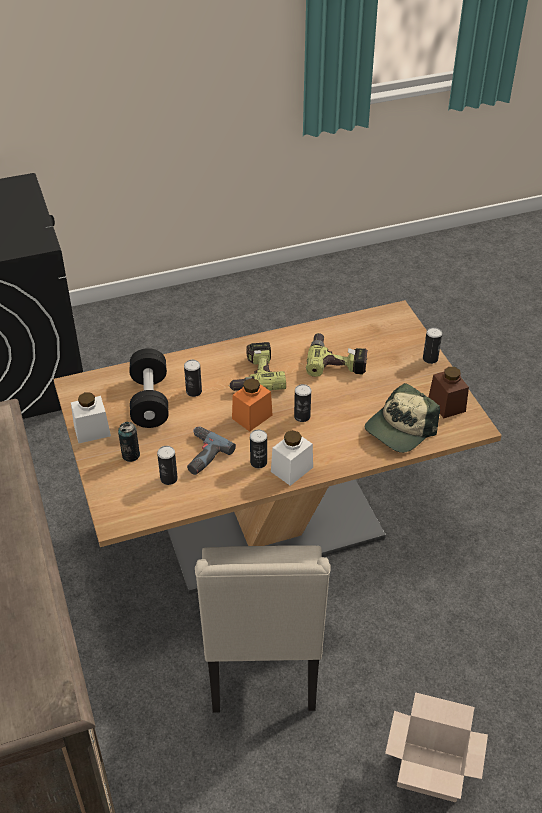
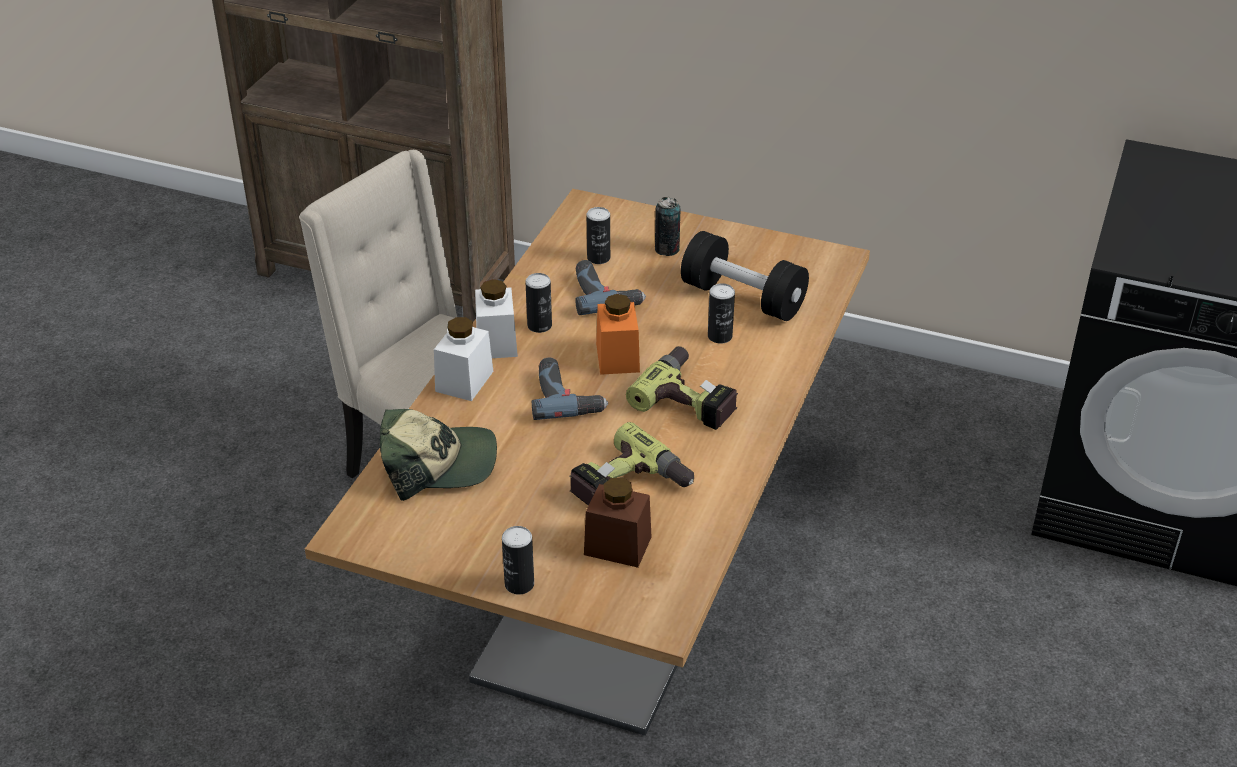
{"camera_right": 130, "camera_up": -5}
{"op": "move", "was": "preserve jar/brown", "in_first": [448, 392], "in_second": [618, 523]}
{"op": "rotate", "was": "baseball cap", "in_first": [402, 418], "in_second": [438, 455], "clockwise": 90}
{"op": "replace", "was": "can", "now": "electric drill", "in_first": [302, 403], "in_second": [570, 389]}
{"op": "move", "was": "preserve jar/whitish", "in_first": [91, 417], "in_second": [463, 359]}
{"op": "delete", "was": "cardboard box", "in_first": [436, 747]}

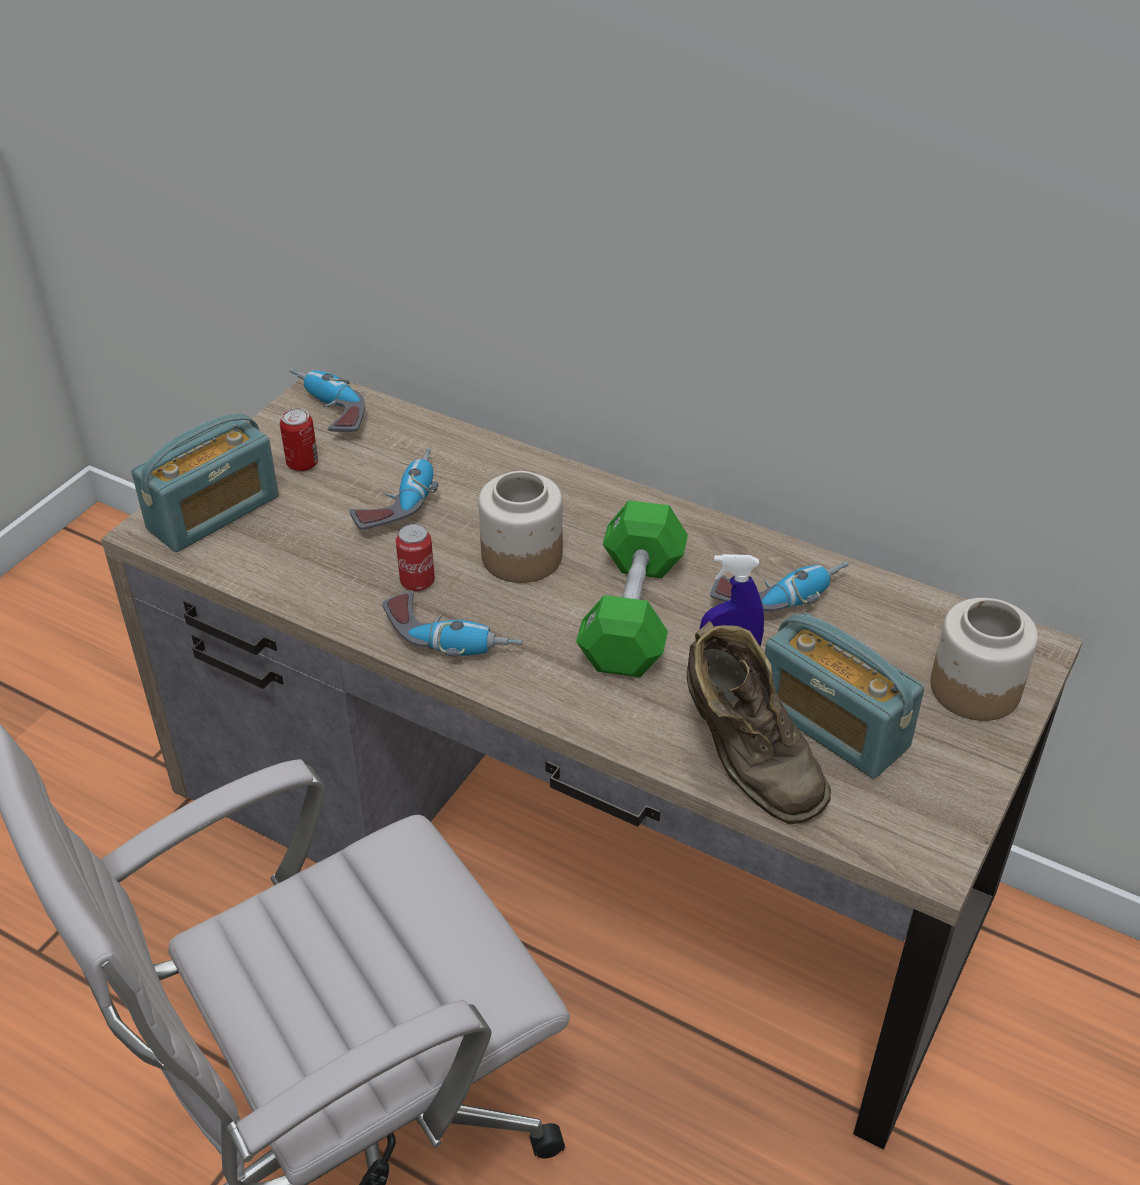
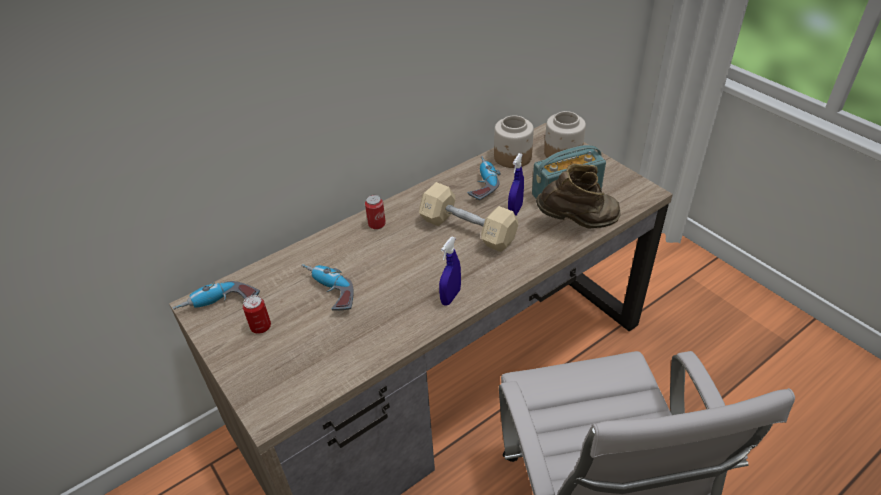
{"camera_right": -65, "camera_up": 0}
{"op": "delete", "was": "radio", "in_first": [205, 483]}
{"op": "move", "was": "preserve jar", "in_first": [520, 527], "in_second": [514, 141]}
{"op": "recolor", "was": "free weight/greenish", "now": "free weight/beige", "in_first": [632, 588], "in_second": [468, 217]}
{"op": "move", "was": "can", "in_first": [415, 557], "in_second": [375, 212]}
{"op": "replace", "was": "electric drill", "now": "sprayer/blue", "in_first": [452, 624], "in_second": [450, 271]}

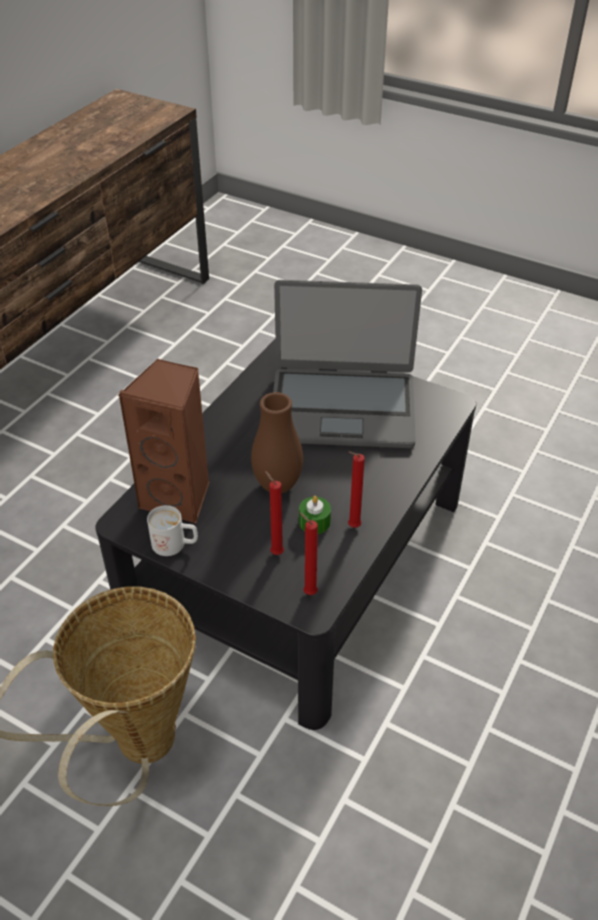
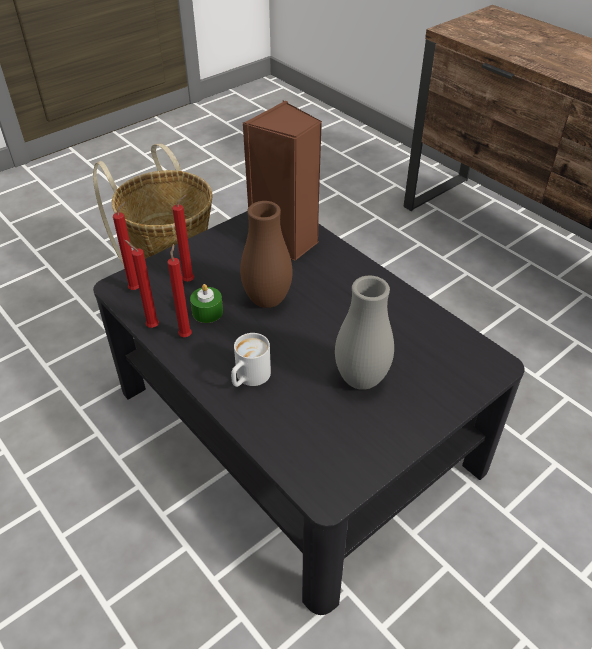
{"camera_right": 110, "camera_up": 0}
{"op": "replace", "was": "portable computer", "now": "flower vase/gray", "in_first": [347, 364], "in_second": [364, 333]}
{"op": "move", "was": "tea mug/whitish", "in_first": [172, 530], "in_second": [251, 360]}
{"op": "insert", "now": "wax candle/red", "in_second": [142, 284]}

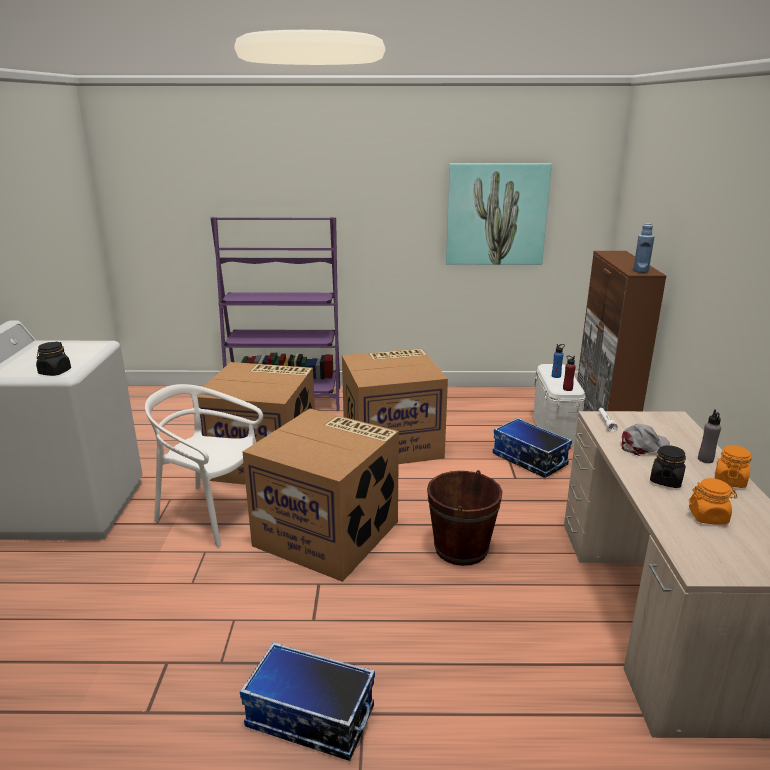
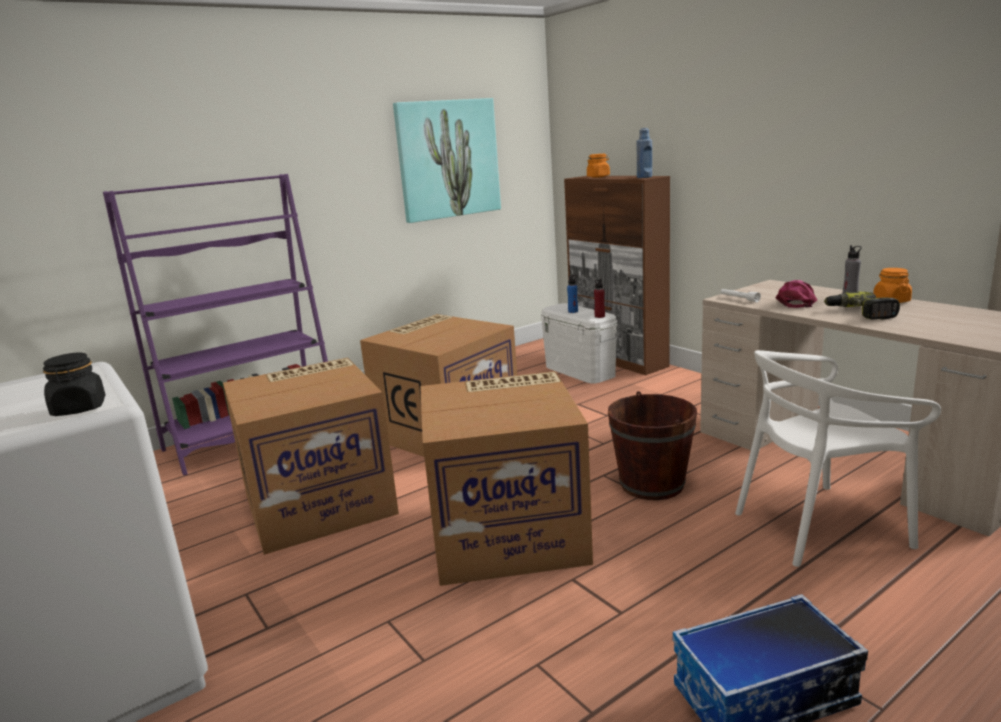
{"camera_right": -35, "camera_up": -5}
{"op": "move", "was": "chair/whitish", "in_first": [204, 465], "in_second": [838, 458]}
{"op": "delete", "was": "storage container", "in_first": [532, 448]}
{"op": "recolor", "was": "baseball cap/gray", "now": "baseball cap/pink", "in_first": [646, 440], "in_second": [796, 294]}
{"op": "replace", "was": "preserve jar/black-coloured", "now": "electric drill", "in_first": [668, 466], "in_second": [862, 305]}
{"op": "move", "was": "preserve jar/orange", "in_first": [713, 501], "in_second": [598, 166]}

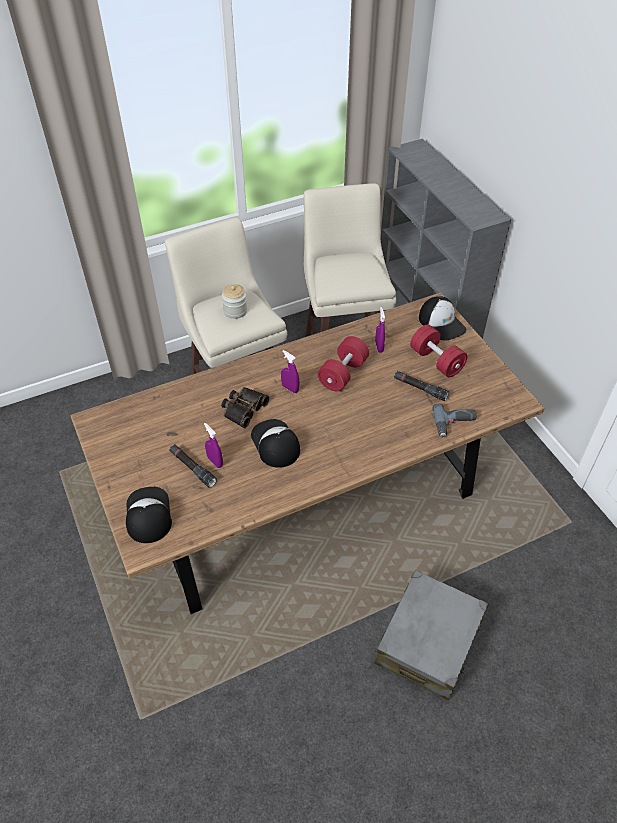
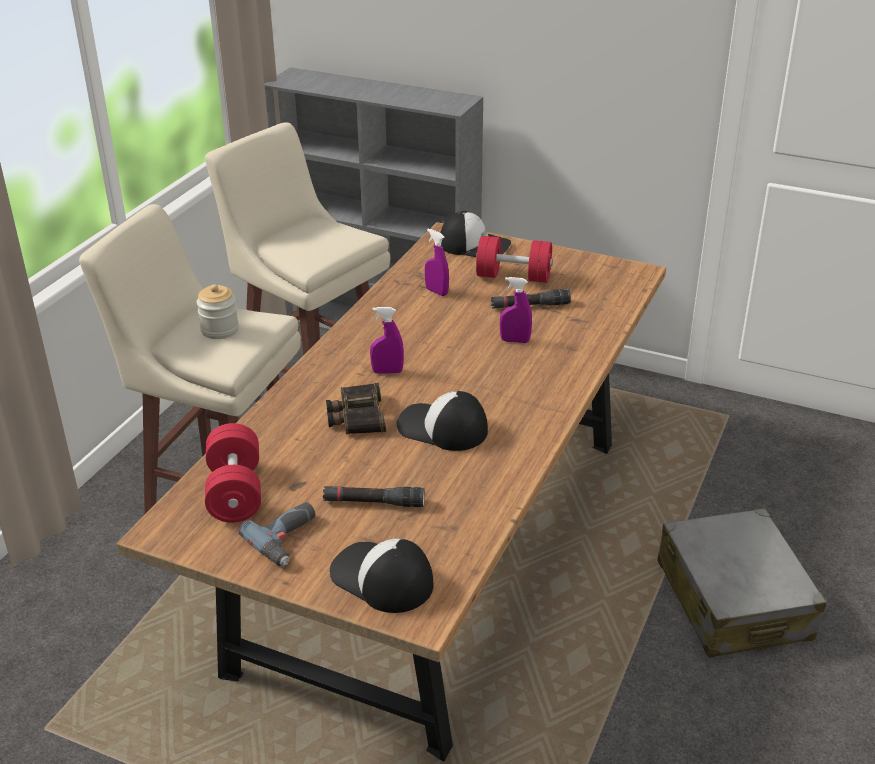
{"camera_right": -40, "camera_up": -15}
{"op": "move", "was": "free weight/red", "in_first": [343, 364], "in_second": [233, 473]}
{"op": "move", "was": "electric drill", "in_first": [455, 421], "in_second": [277, 534]}
{"op": "move", "was": "sprayer/purplish", "in_first": [213, 445], "in_second": [516, 310]}

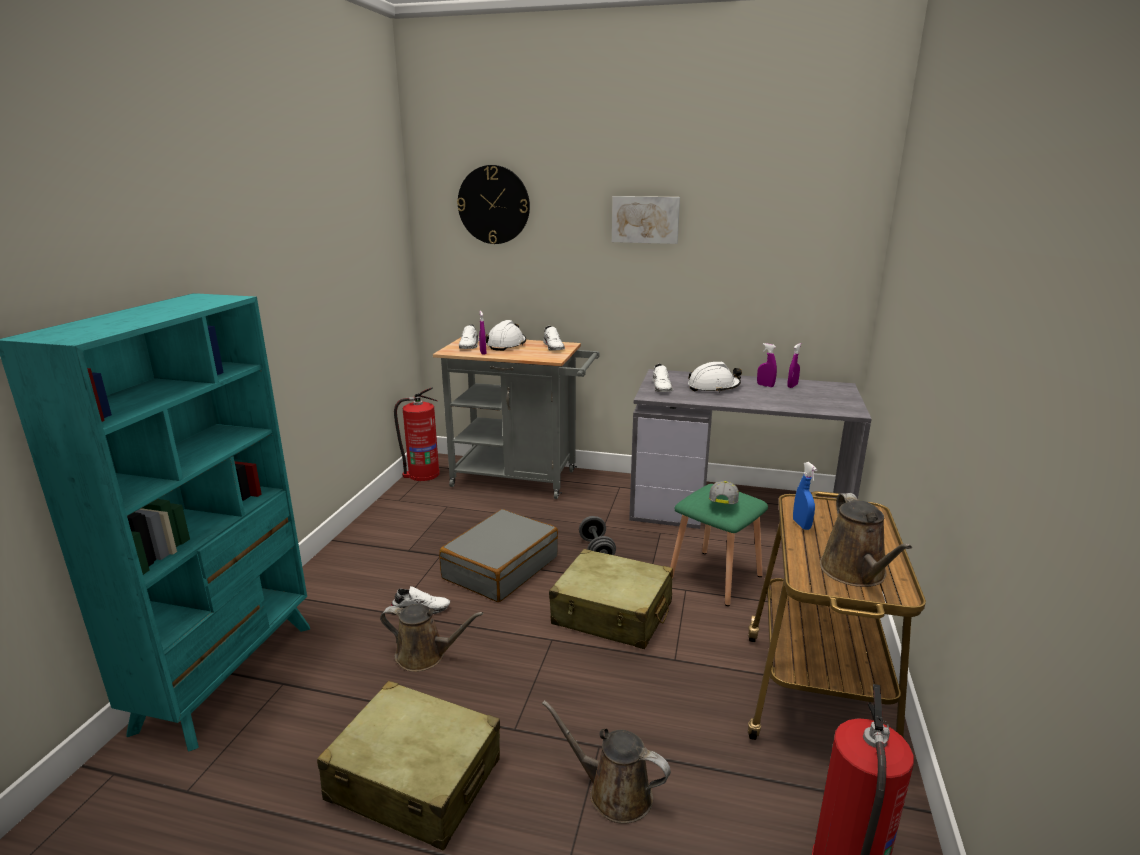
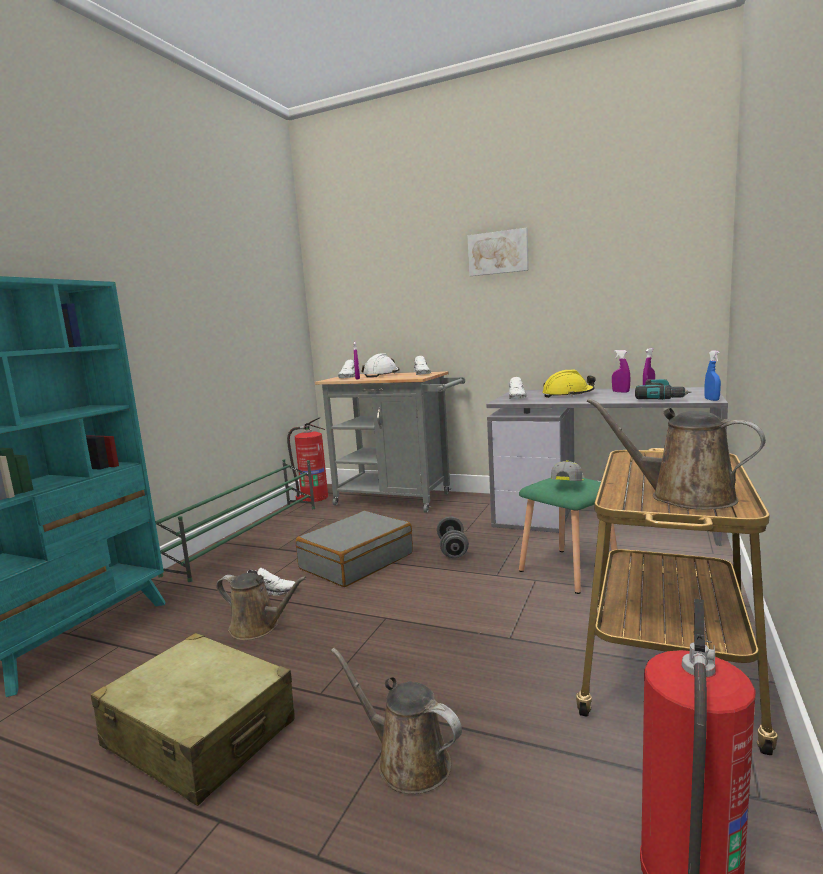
{"camera_right": 10, "camera_up": -10}
{"op": "delete", "was": "wall clock", "in_first": [493, 204]}
{"op": "recolor", "was": "hard hat/whitish", "now": "hard hat/yellowish", "in_first": [715, 377], "in_second": [568, 384]}
{"op": "move", "was": "sprayer/blue", "in_first": [805, 496], "in_second": [712, 376]}
{"op": "rotate", "was": "watering pot/brown", "in_first": [866, 540], "in_second": [676, 454], "clockwise": 120}
{"op": "delete", "was": "suitcase/beige", "in_first": [611, 599]}
{"op": "insert", "now": "electric drill", "in_second": [663, 389]}
{"op": "insert", "now": "shoe stand/greenish", "in_second": [235, 520]}

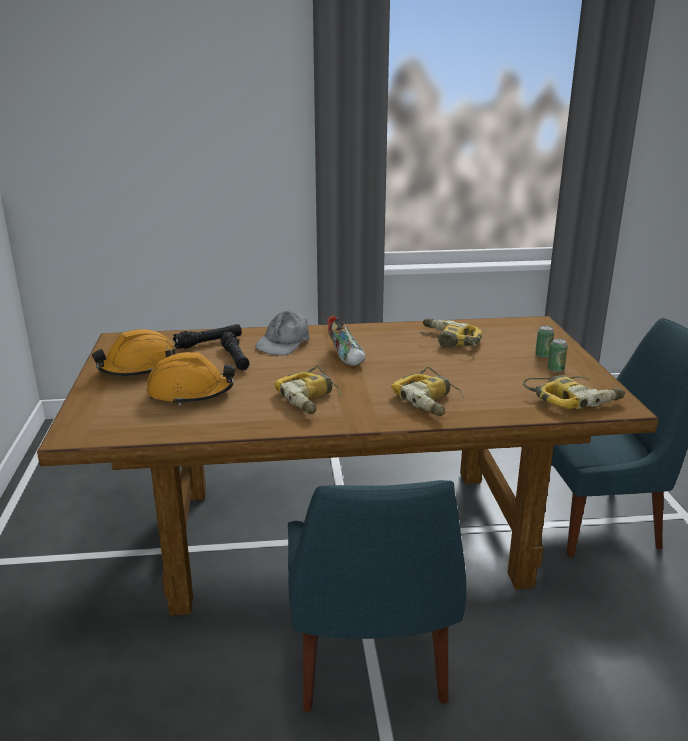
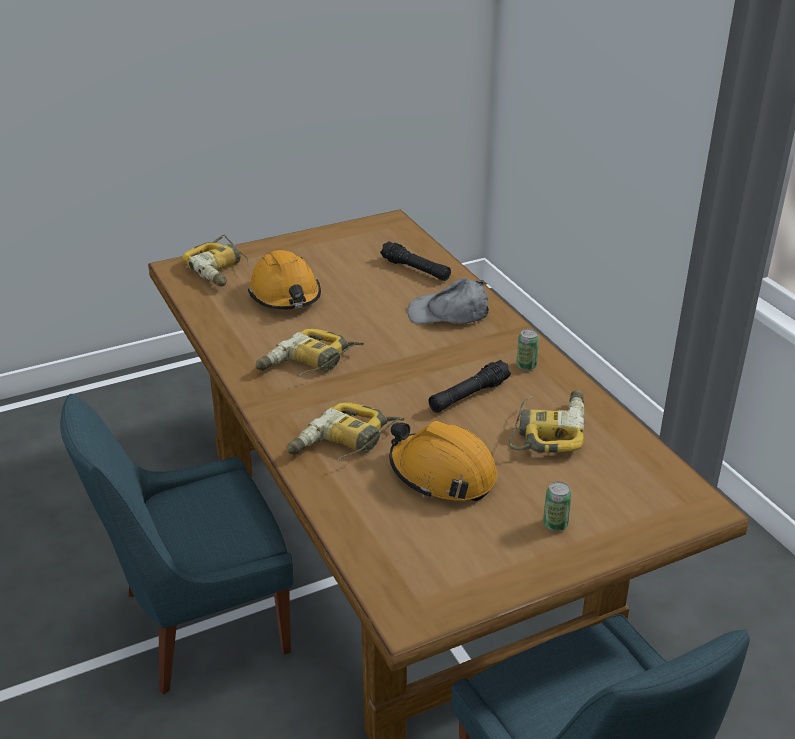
{"camera_right": 70, "camera_up": 10}
{"op": "delete", "was": "item of footwear", "in_first": [346, 341]}
{"op": "move", "was": "hard hat/orange", "in_first": [134, 352], "in_second": [443, 461]}
{"op": "move", "was": "hand torch/black-coloured", "in_first": [234, 351], "in_second": [470, 386]}
{"op": "move", "was": "can", "in_first": [558, 355], "in_second": [527, 349]}
{"op": "move", "was": "electric drill", "in_first": [574, 392], "in_second": [216, 260]}

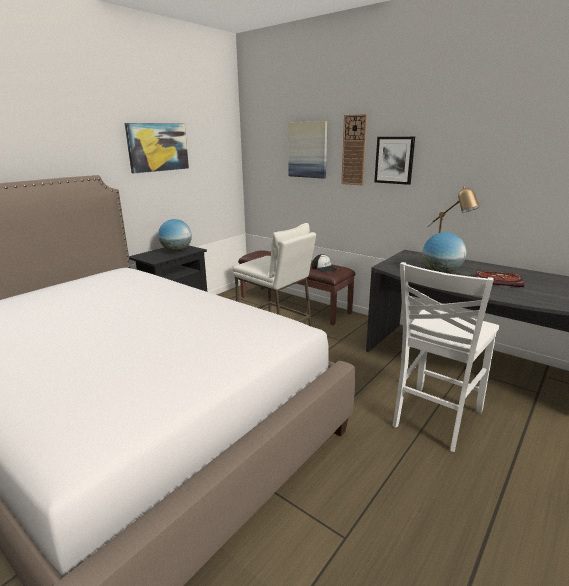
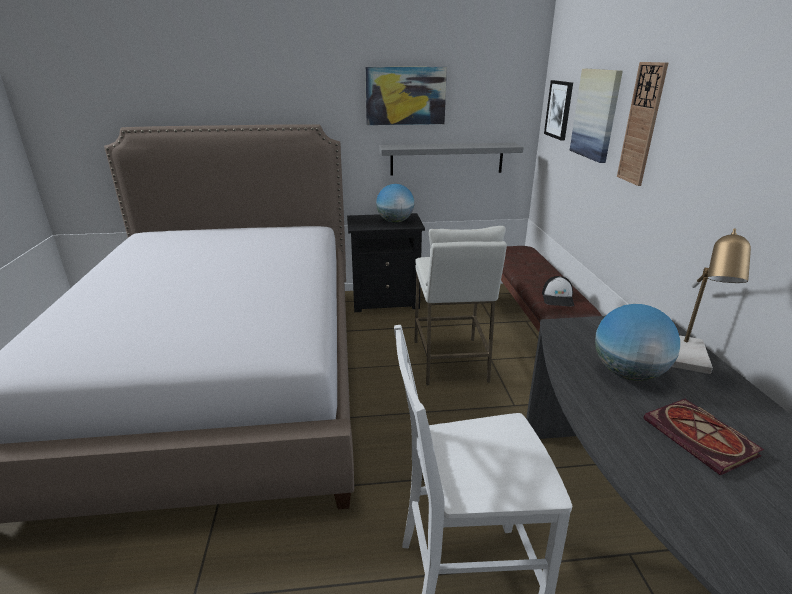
{"camera_right": 45, "camera_up": 5}
{"op": "move", "was": "picture", "in_first": [394, 161], "in_second": [558, 110]}
{"op": "insert", "now": "bracket shelf/gray", "in_second": [451, 159]}

